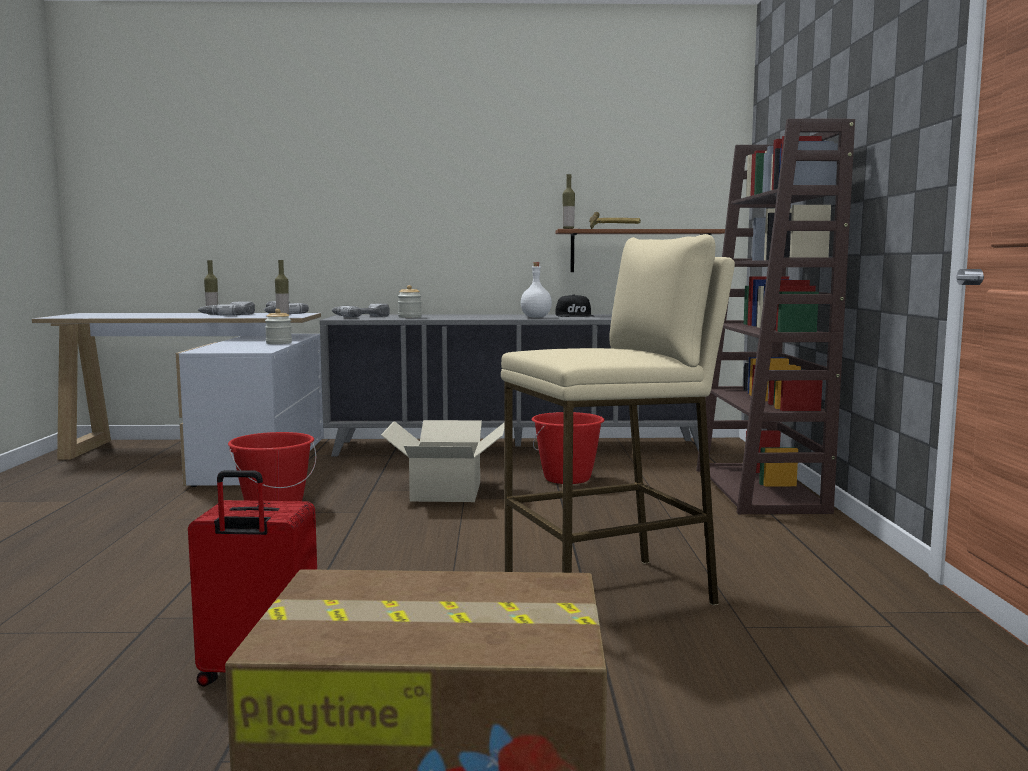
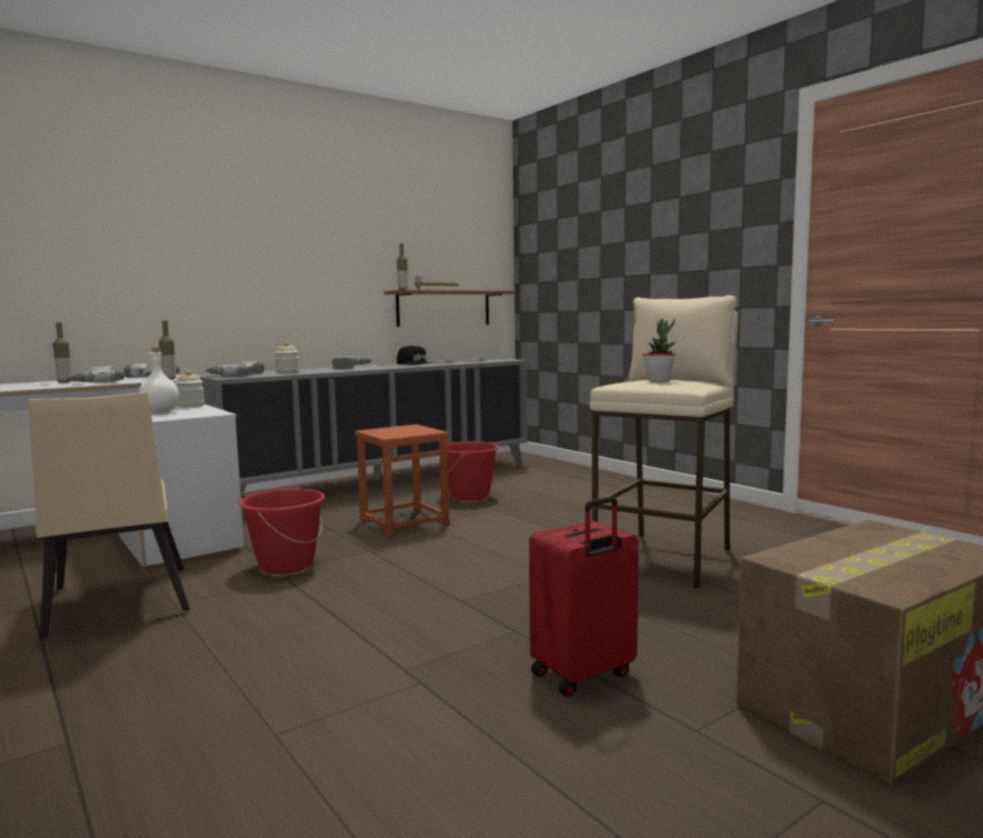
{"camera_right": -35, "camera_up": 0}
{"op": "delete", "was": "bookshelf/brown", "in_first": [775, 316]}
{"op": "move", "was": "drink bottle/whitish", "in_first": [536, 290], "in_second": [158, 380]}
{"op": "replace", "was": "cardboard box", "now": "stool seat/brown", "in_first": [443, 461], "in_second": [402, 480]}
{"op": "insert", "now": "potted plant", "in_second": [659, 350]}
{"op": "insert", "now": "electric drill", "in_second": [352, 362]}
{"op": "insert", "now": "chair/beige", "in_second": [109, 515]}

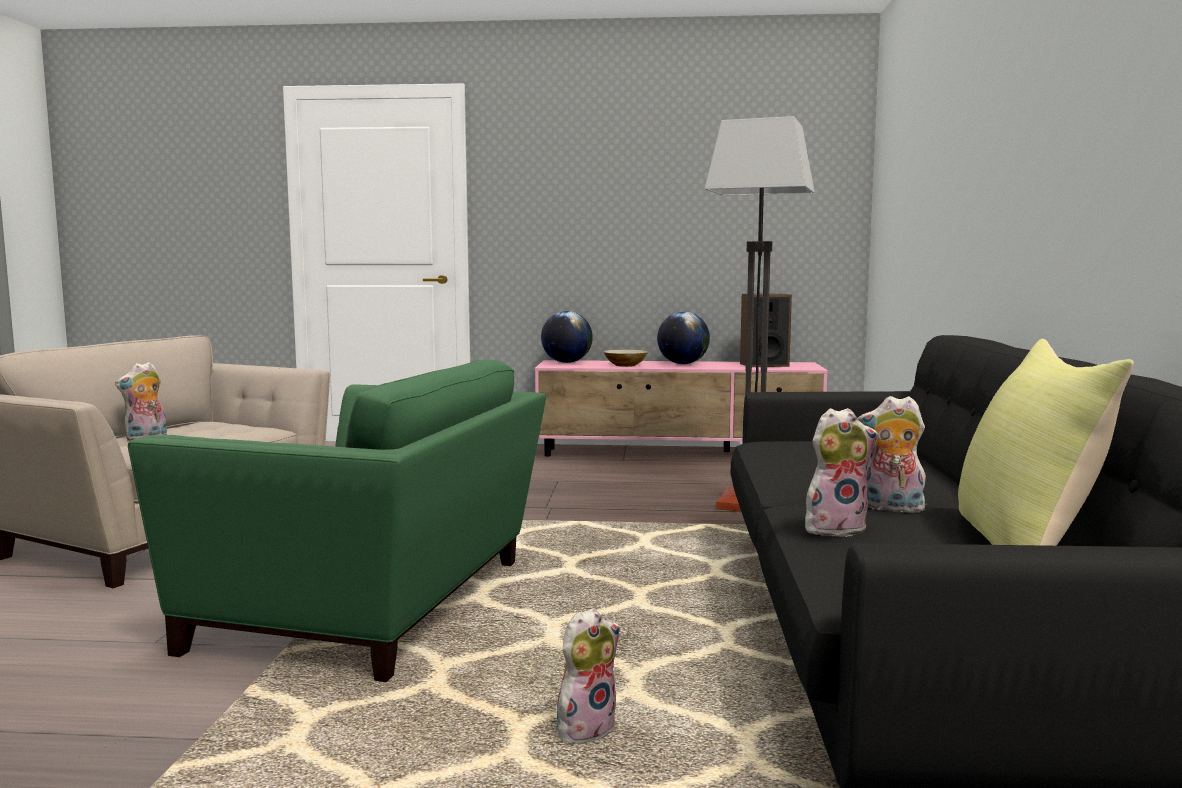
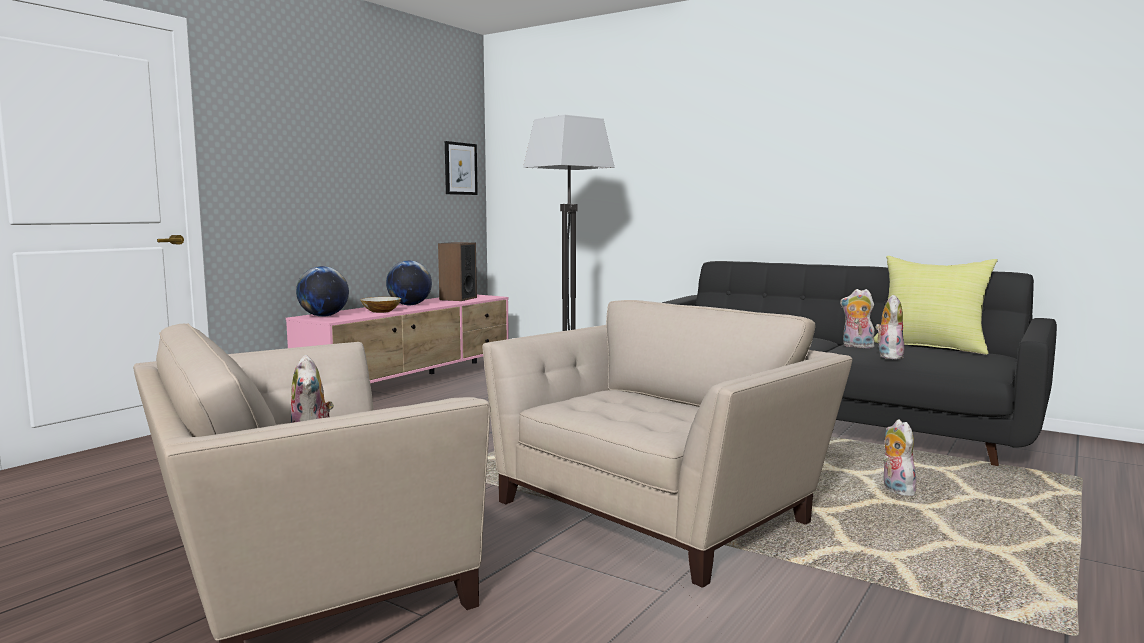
{"camera_right": -60, "camera_up": 0}
{"op": "recolor", "was": "armchair/greenish", "now": "armchair/beige", "in_first": [337, 521], "in_second": [667, 444]}
{"op": "rotate", "was": "cuddly toy", "in_first": [891, 454], "in_second": [858, 318], "clockwise": 75}
{"op": "insert", "now": "picture", "in_second": [461, 168]}

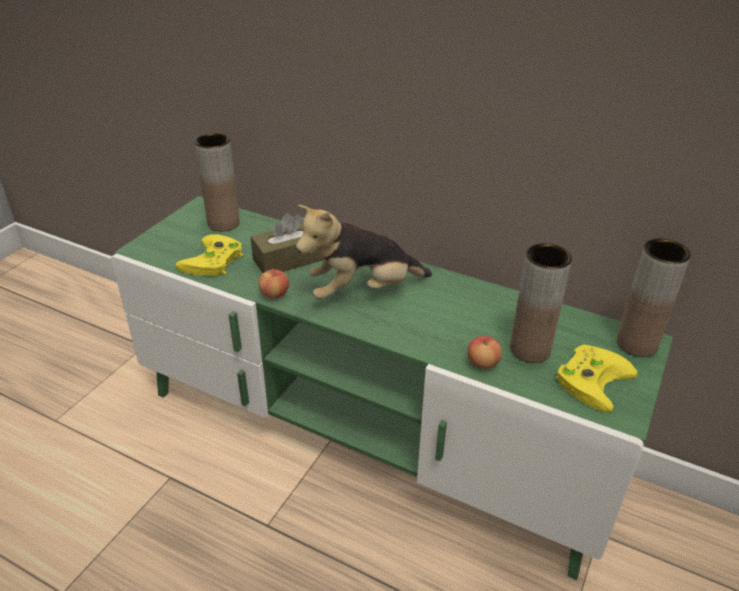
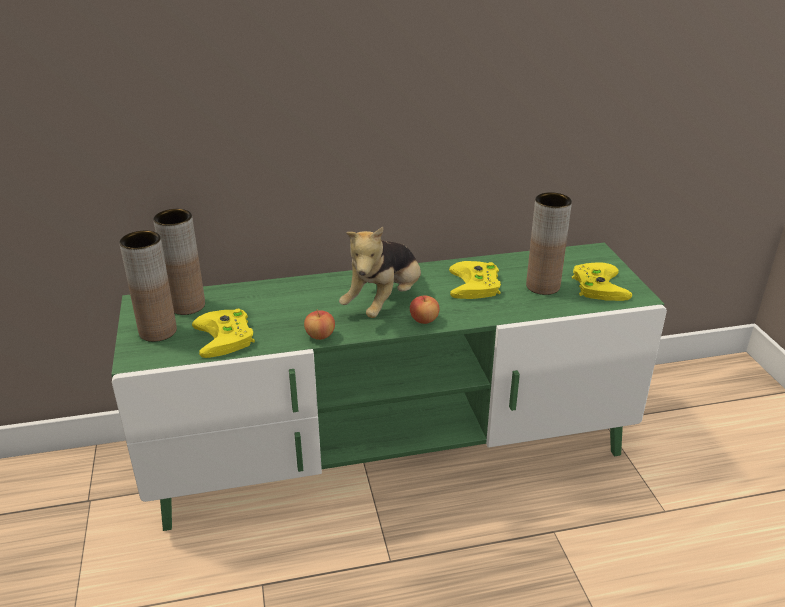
{"camera_right": -40, "camera_up": -5}
{"op": "delete", "was": "box of tissues/brown", "in_first": [287, 243]}
{"op": "move", "was": "flower vase/brown", "in_first": [654, 298], "in_second": [148, 286]}
{"op": "move", "was": "whole apple", "in_first": [484, 352], "in_second": [425, 310]}
{"op": "insert", "now": "gamepad/yellowish", "in_second": [475, 280]}

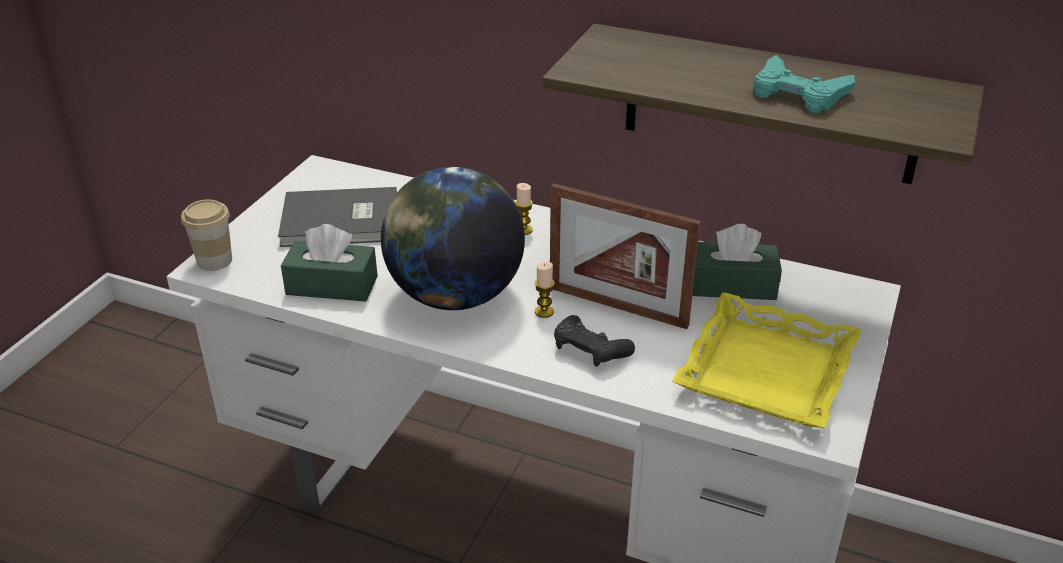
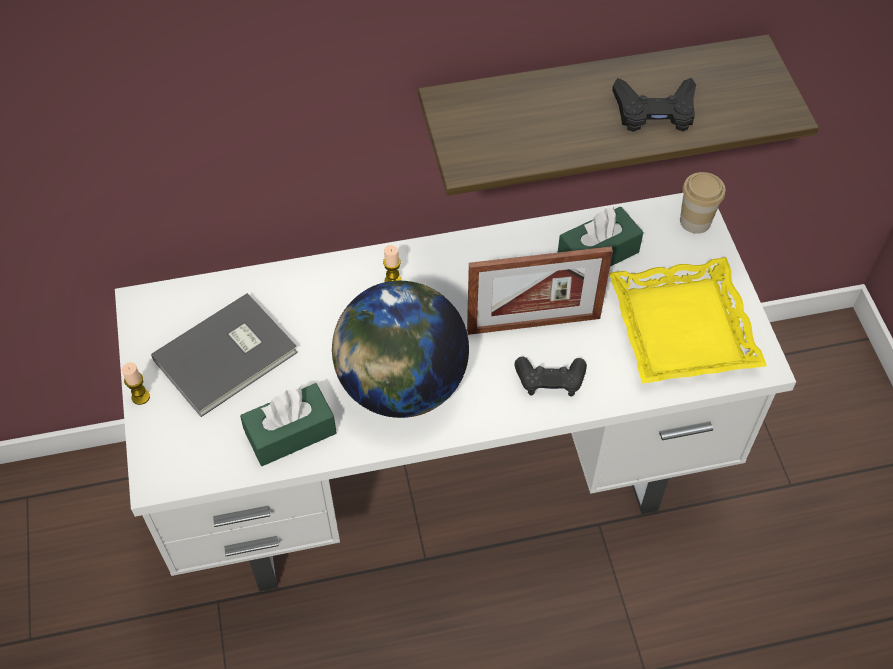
{"camera_right": -35, "camera_up": 20}
{"op": "recolor", "was": "gamepad/blue-green", "now": "gamepad/black-coloured", "in_first": [804, 84], "in_second": [654, 105]}
{"op": "move", "was": "cup", "in_first": [206, 235], "in_second": [702, 203]}
{"op": "move", "was": "wax candle", "in_first": [545, 290], "in_second": [136, 383]}

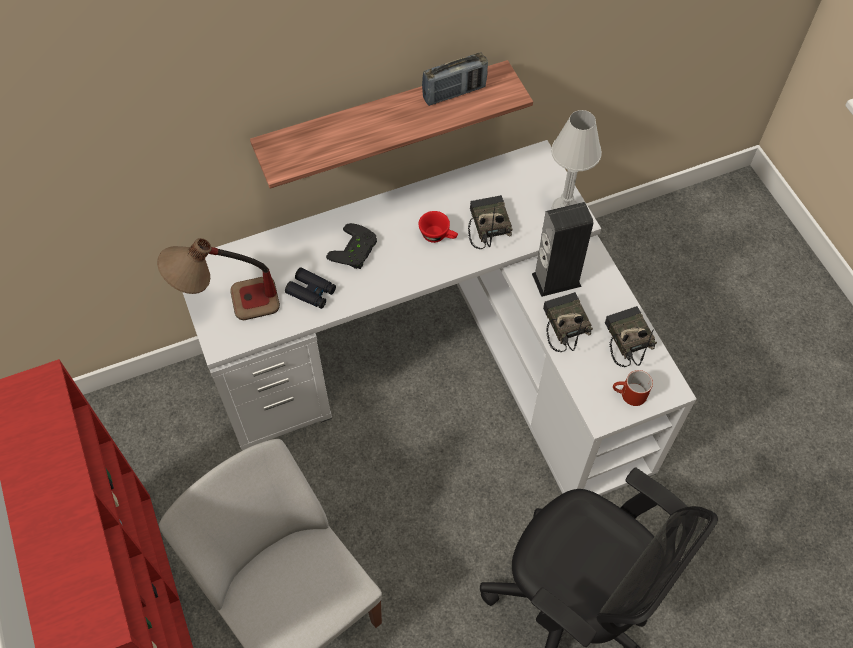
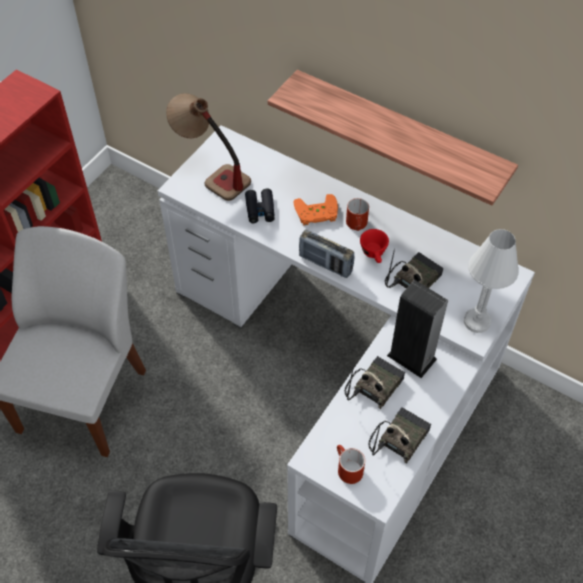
{"camera_right": 55, "camera_up": -5}
{"op": "move", "was": "radio", "in_first": [455, 79], "in_second": [326, 254]}
{"op": "recolor", "was": "gamepad/black-coloured", "now": "gamepad/orange", "in_first": [351, 246], "in_second": [315, 209]}
{"op": "insert", "now": "tea mug/red", "in_second": [357, 214]}

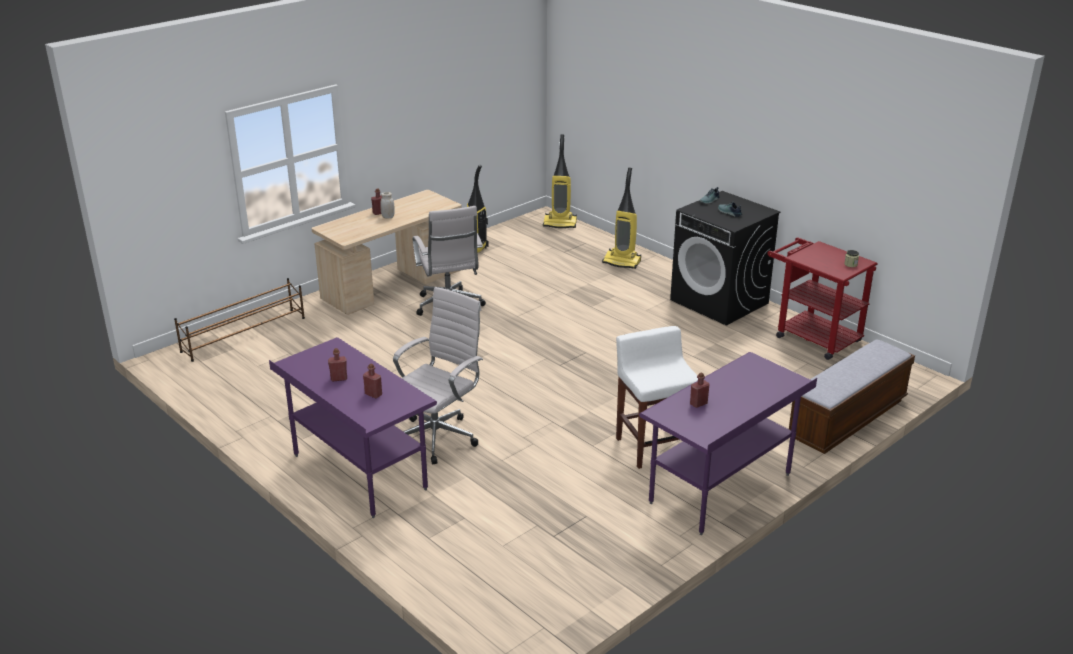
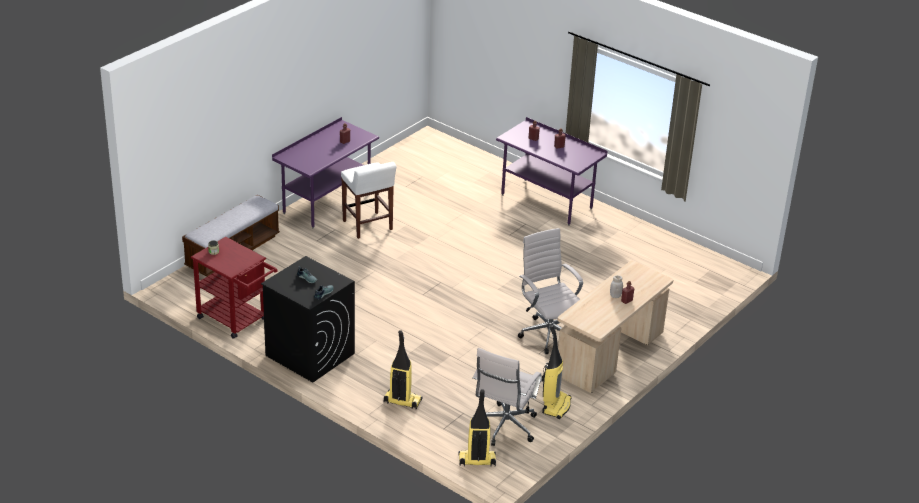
{"camera_right": 170, "camera_up": 5}
{"op": "delete", "was": "shoe stand/brown", "in_first": [239, 320]}
{"op": "move", "was": "office chair/whitish", "in_first": [438, 375], "in_second": [507, 397]}

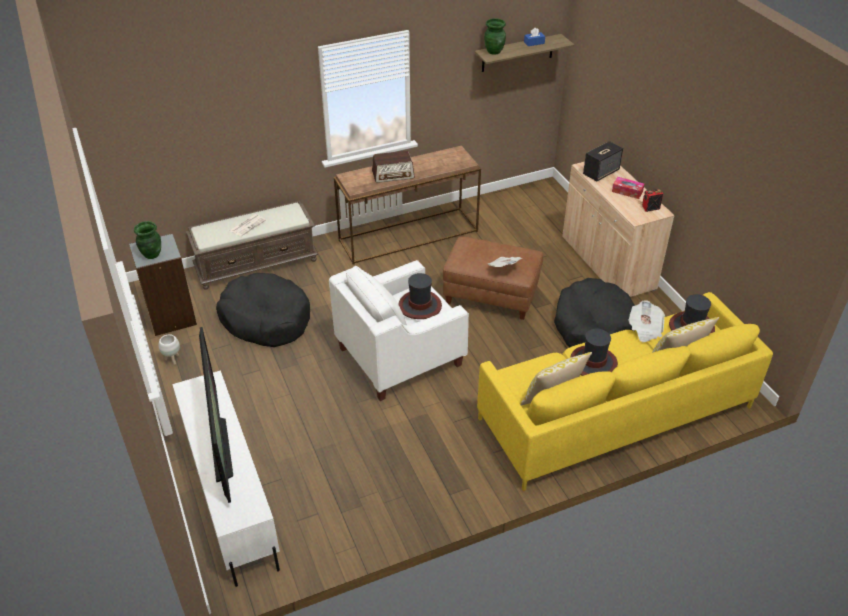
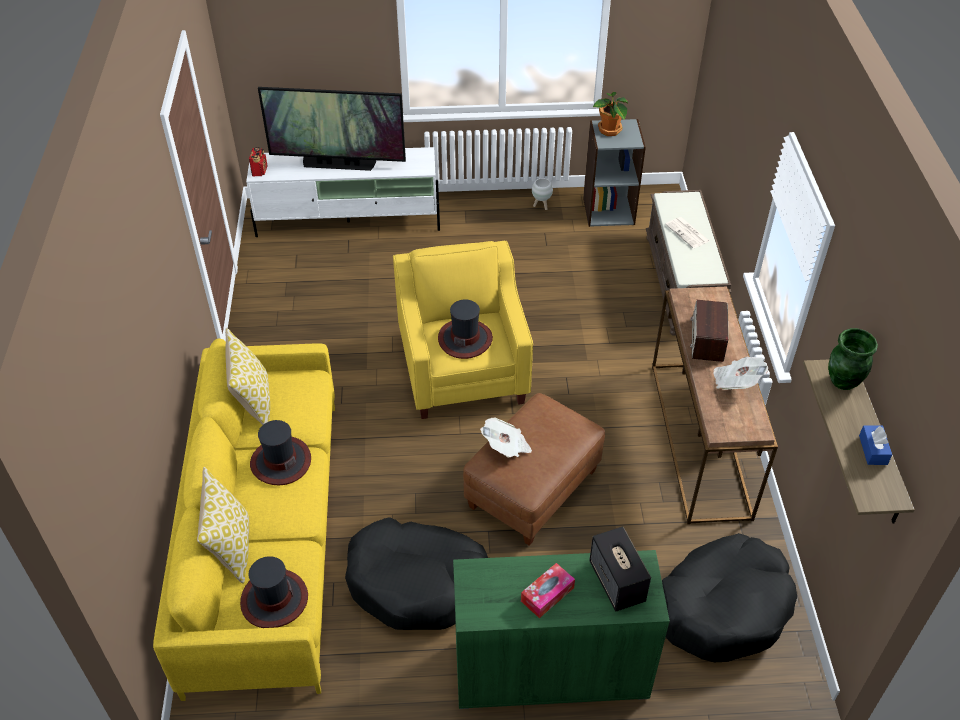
{"camera_right": 110, "camera_up": 5}
{"op": "recolor", "was": "cupboard/beige", "now": "cupboard/greenish", "in_first": [618, 229], "in_second": [561, 629]}
{"op": "move", "was": "radio", "in_first": [652, 200], "in_second": [258, 162]}
{"op": "replace", "was": "flower vase/greenish", "now": "potted plant", "in_first": [147, 240], "in_second": [610, 114]}
{"op": "recolor", "was": "armchair/whitish", "now": "armchair/yellowish", "in_first": [399, 330], "in_second": [463, 330]}
{"op": "move", "was": "pet bed/black-coloured", "in_first": [263, 310], "in_second": [729, 597]}
{"op": "move", "was": "printed paper", "in_first": [646, 321], "in_second": [740, 373]}

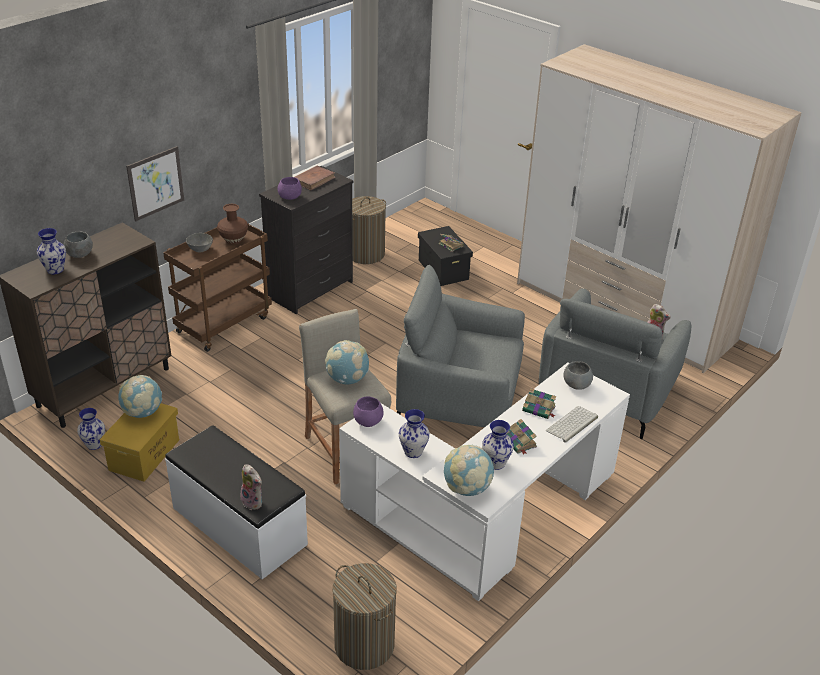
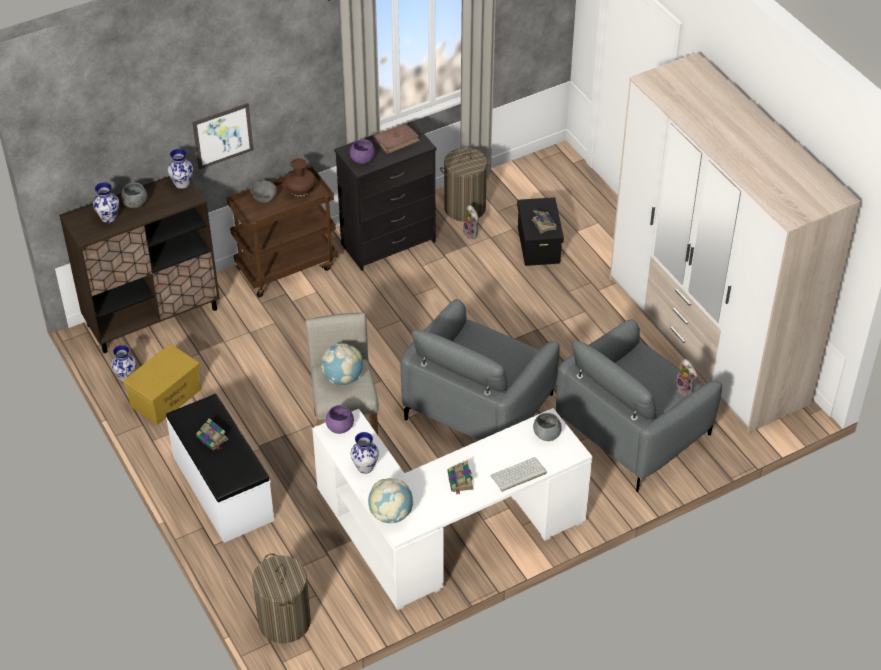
{"camera_right": 20, "camera_up": 10}
{"op": "rotate", "was": "armchair/gray", "in_first": [460, 346], "in_second": [480, 369], "clockwise": -90}
{"op": "delete", "was": "globe", "in_first": [140, 396]}
{"op": "move", "was": "bound book", "in_first": [539, 403], "in_second": [212, 434]}
{"op": "move", "was": "flower vase", "in_first": [498, 445], "in_second": [180, 169]}
{"op": "move", "was": "cuddly toy", "in_first": [251, 487], "in_second": [471, 222]}

